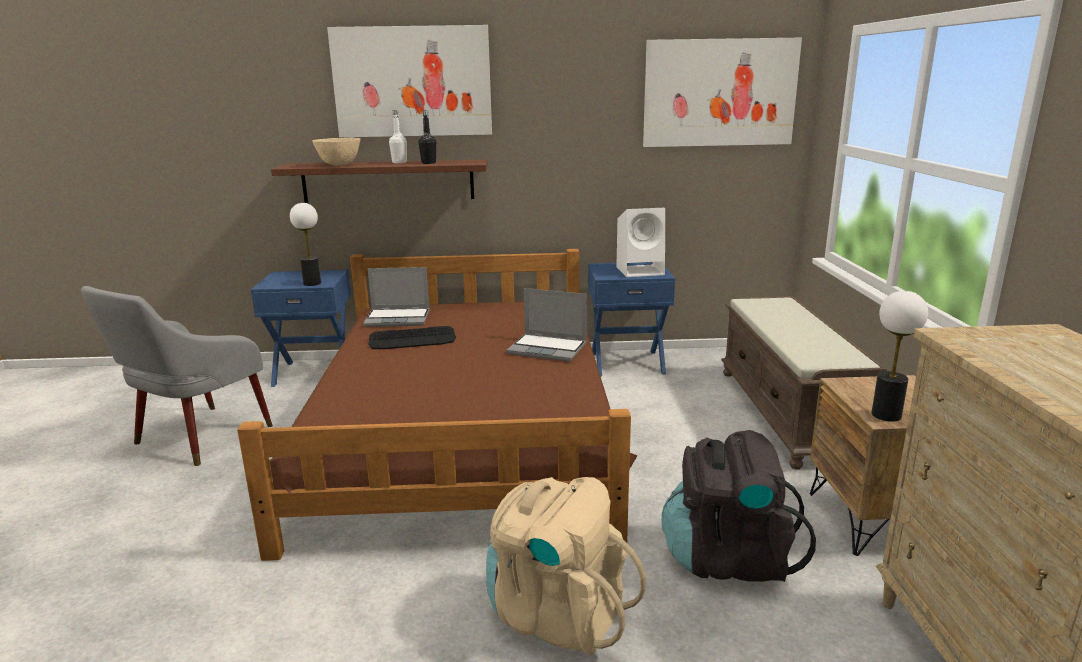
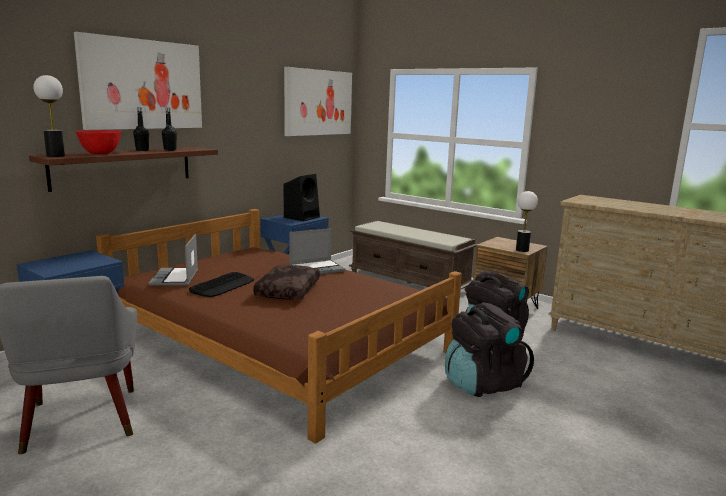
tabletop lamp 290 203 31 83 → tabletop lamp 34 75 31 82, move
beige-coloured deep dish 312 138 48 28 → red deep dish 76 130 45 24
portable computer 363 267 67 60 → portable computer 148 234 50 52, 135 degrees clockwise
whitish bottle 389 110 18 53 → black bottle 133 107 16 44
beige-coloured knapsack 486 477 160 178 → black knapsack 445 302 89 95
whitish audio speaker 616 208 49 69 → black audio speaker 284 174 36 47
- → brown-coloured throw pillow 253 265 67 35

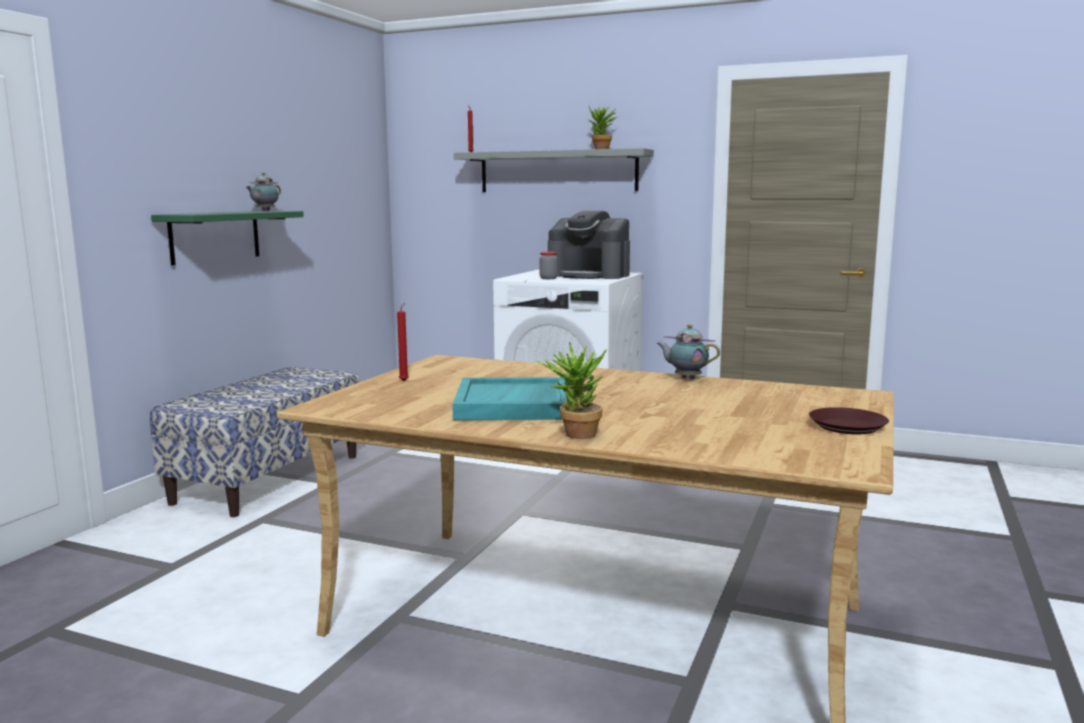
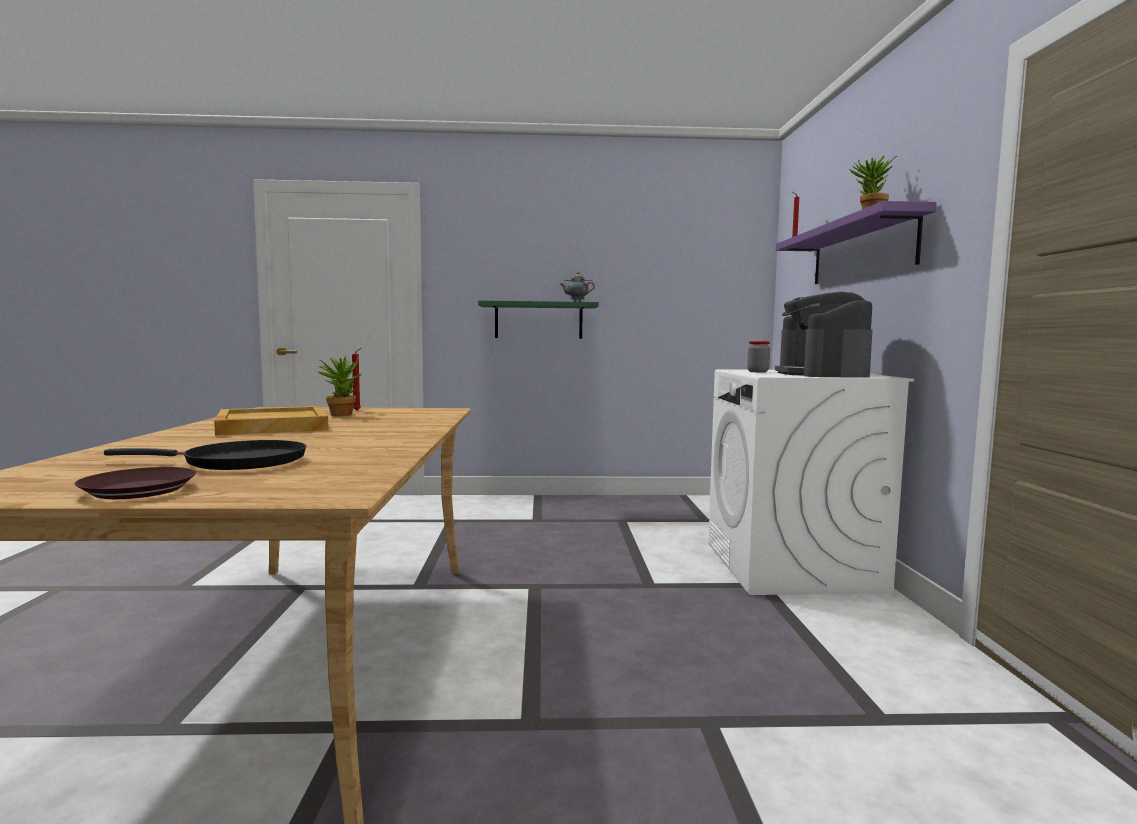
bench 150 367 210 150 → -
turquoise serving tray 452 377 115 43 → beige-coloured serving tray 214 406 115 30
gray bracket shelf 454 148 200 44 → purple bracket shelf 775 201 161 83
plant in a pot 537 342 70 97 → plant in a pot 317 356 44 60, move
teapot 657 324 63 55 → -
- → black frying pan 104 440 202 30

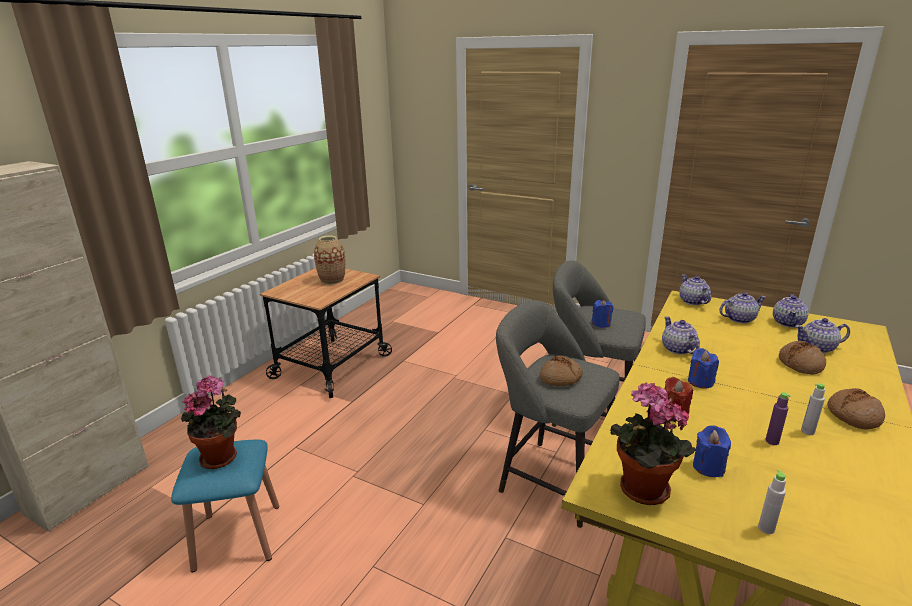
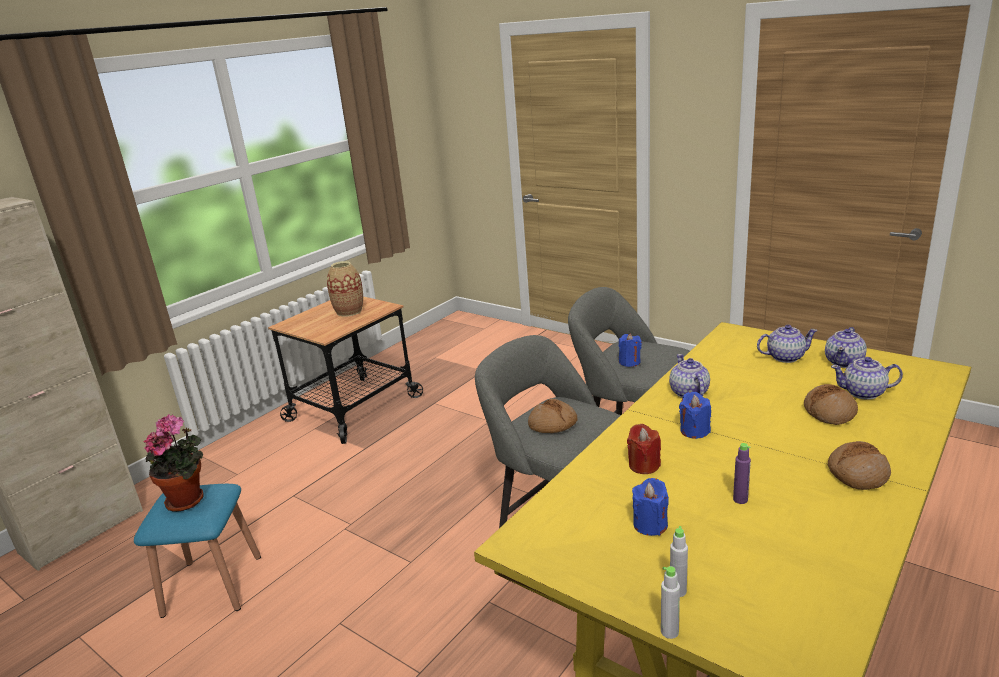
plant in a pot 610 382 86 123 → -
teapot 679 275 33 30 → -
gray bottle 801 383 24 52 → gray bottle 661 566 19 73, move

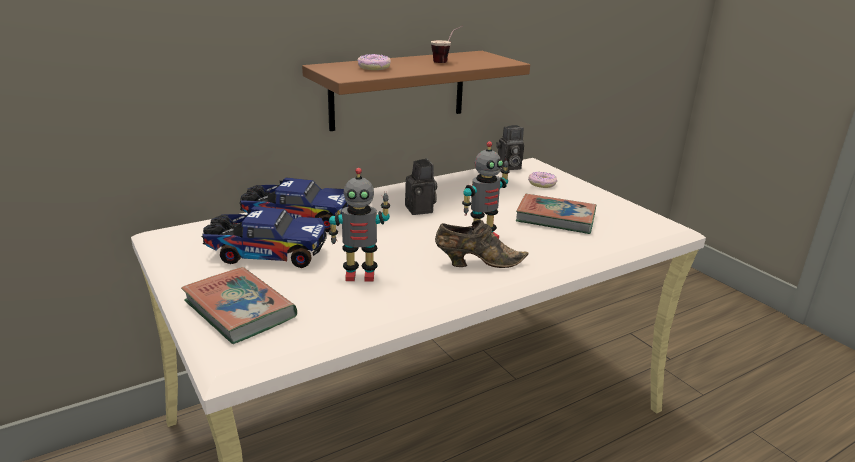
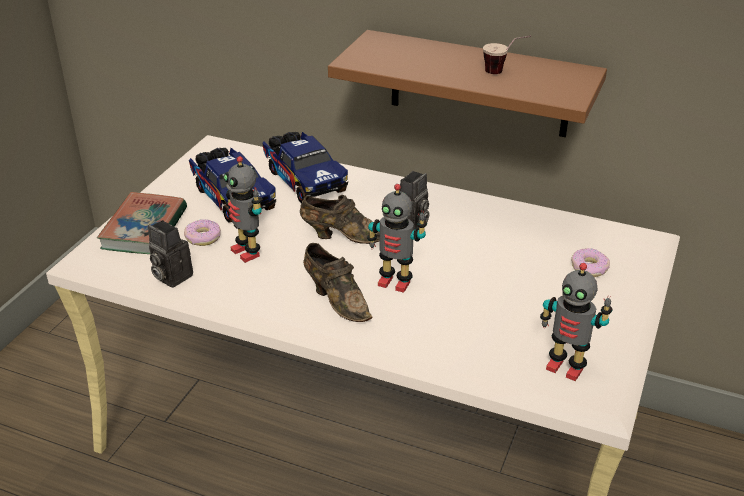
donut 357 54 34 16 → donut 184 219 37 27, move
still camera 496 125 28 45 → still camera 148 220 45 68, move
volume 516 194 80 40 → -
- → brown-coloured low shoe 300 195 80 49
- → toy robot 540 263 73 118

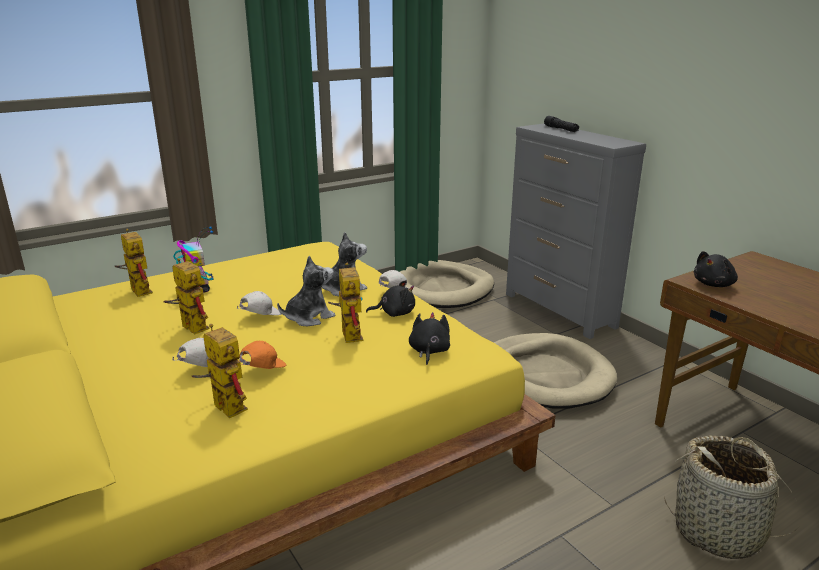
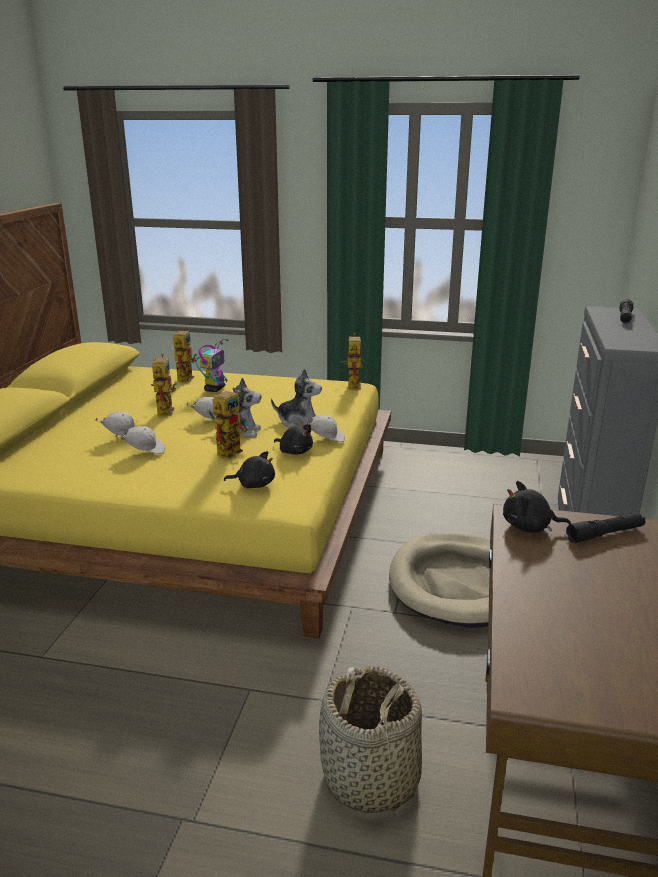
toy robot 192 324 56 94 → toy robot 341 333 23 56, move
orange cap 239 341 48 28 → whitish cap 115 426 50 28
beige-coloured dog bed 400 260 94 48 → -
black cuddly toy 409 312 41 53 → black cuddly toy 224 451 51 37, 45 degrees clockwise
- → black flashlight 566 513 79 30

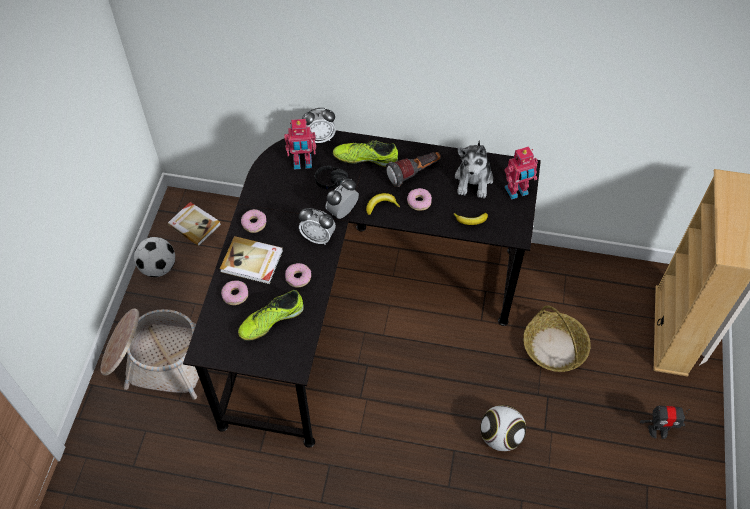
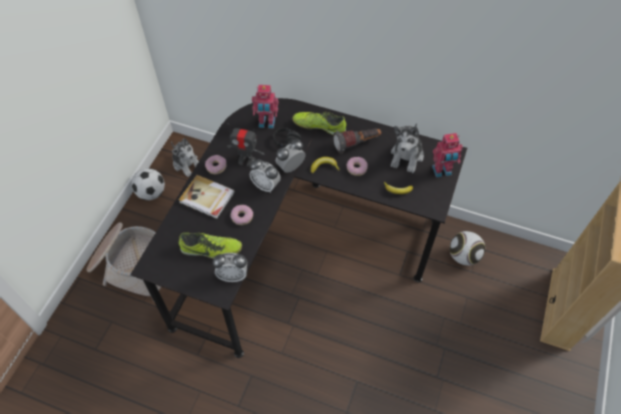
volume 168 202 53 44 → cuddly toy 171 138 28 39
donut 221 280 27 25 → -
low shoe 238 290 66 51 → low shoe 179 233 63 26, 150 degrees counterclockwise
bedside clock 302 108 34 35 → bedside clock 213 253 34 29, move
football 480 405 46 46 → football 450 231 35 35, move
basket 523 305 68 67 → -
toy robot 640 406 50 33 → toy robot 227 123 38 44, move

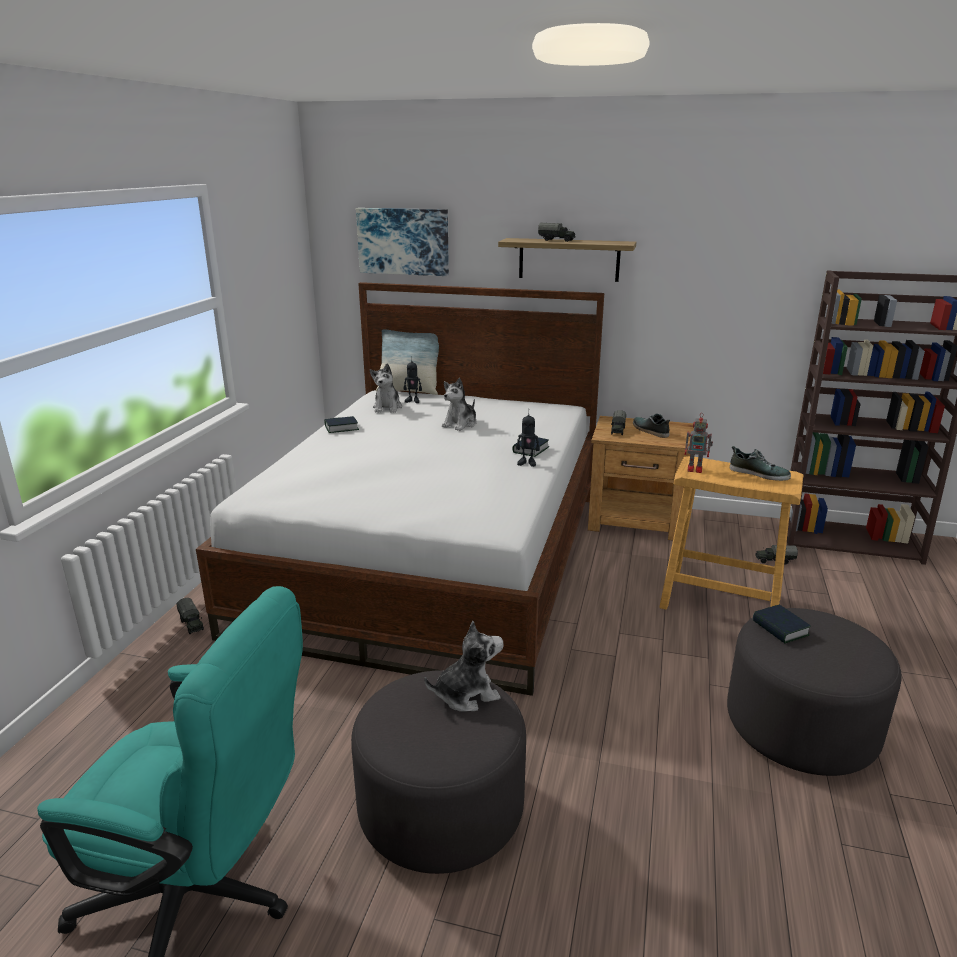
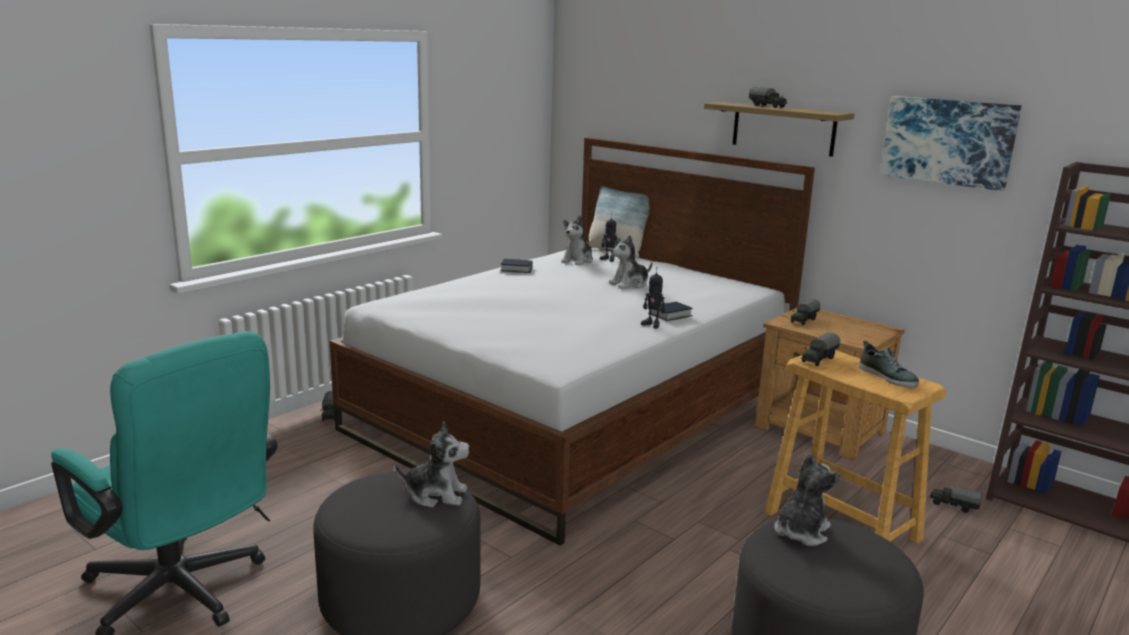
picture 356 208 93 68 → picture 880 96 142 95, move
low shoe 633 414 37 24 → -
toy robot 685 414 28 59 → toy lorry 801 332 39 34
volume 753 605 58 39 → cuddly toy 774 452 67 94

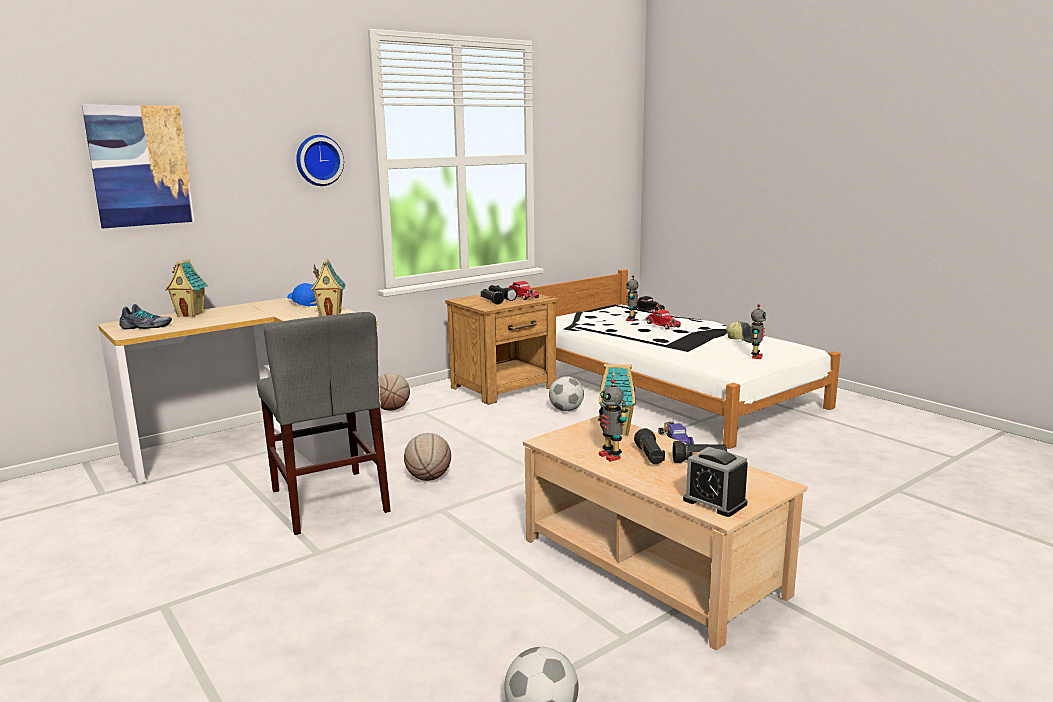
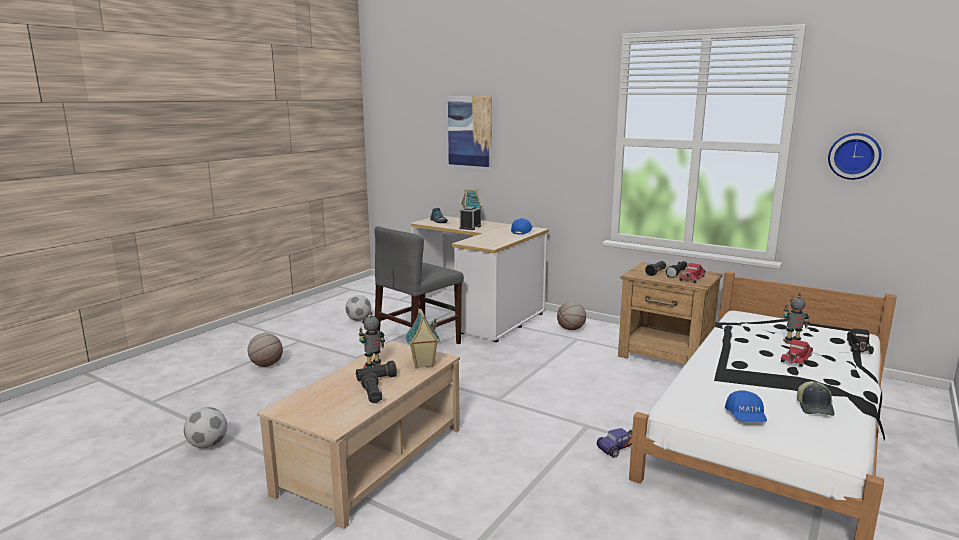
wall clock 296 135 48 51 → wall clock 828 133 54 47, move
miniature house 310 258 36 58 → -
basketball ball 404 433 47 48 → basketball ball 247 333 36 34, move
football 549 376 35 35 → football 345 295 26 26, move
bedside clock 683 447 65 70 → bedside clock 459 206 22 24, move
toy robot 750 304 16 55 → bluish cap 725 390 42 32

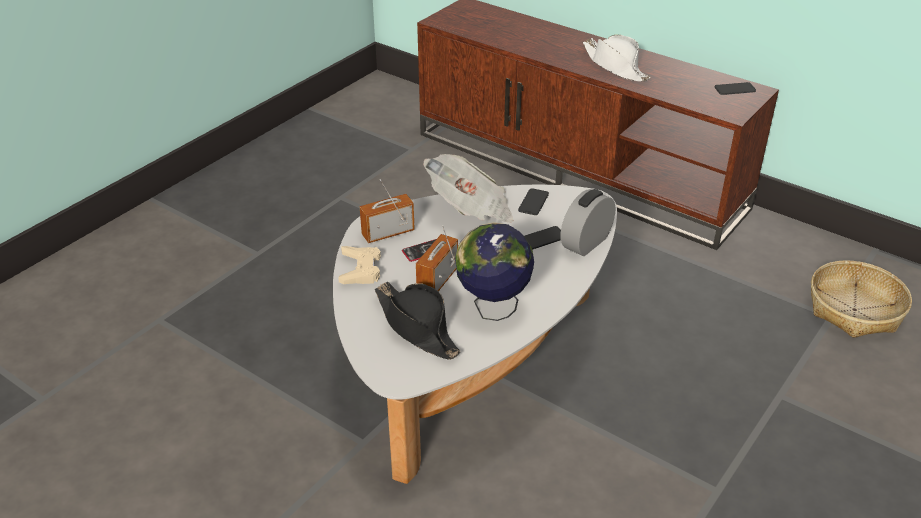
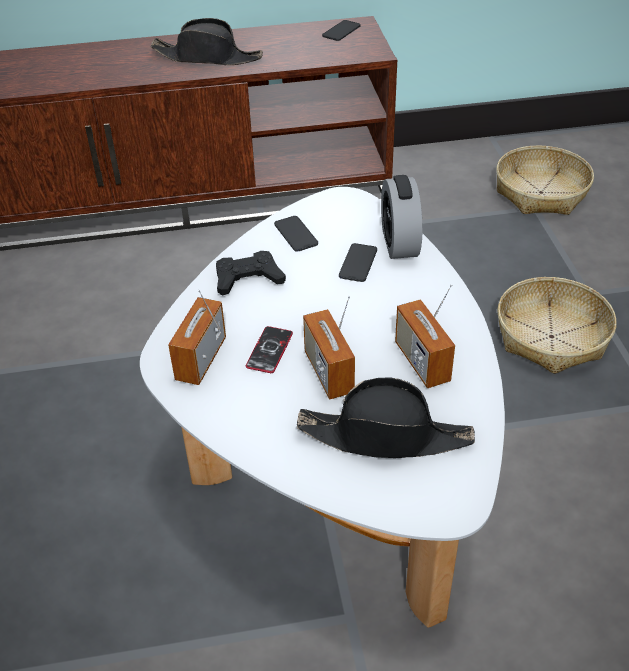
beige-coloured game controller 338 246 43 38 → -
daily paper 423 154 91 68 → black game controller 216 251 70 45
desk globe 455 222 79 99 → radio 395 284 60 104
whitish clothing hat 583 35 67 47 → black clothing hat 150 18 113 47
- → basket 497 277 119 97

